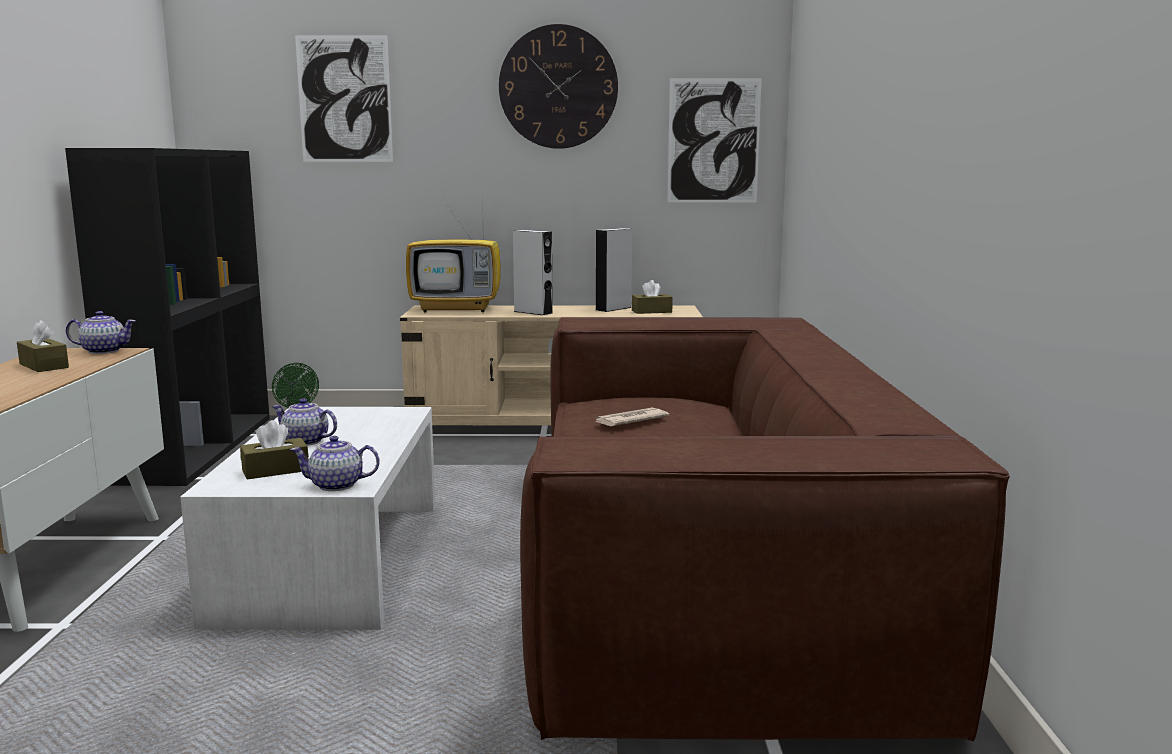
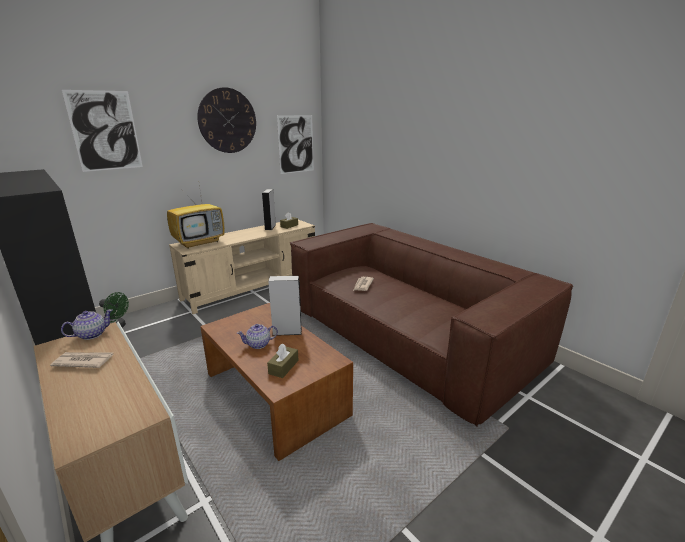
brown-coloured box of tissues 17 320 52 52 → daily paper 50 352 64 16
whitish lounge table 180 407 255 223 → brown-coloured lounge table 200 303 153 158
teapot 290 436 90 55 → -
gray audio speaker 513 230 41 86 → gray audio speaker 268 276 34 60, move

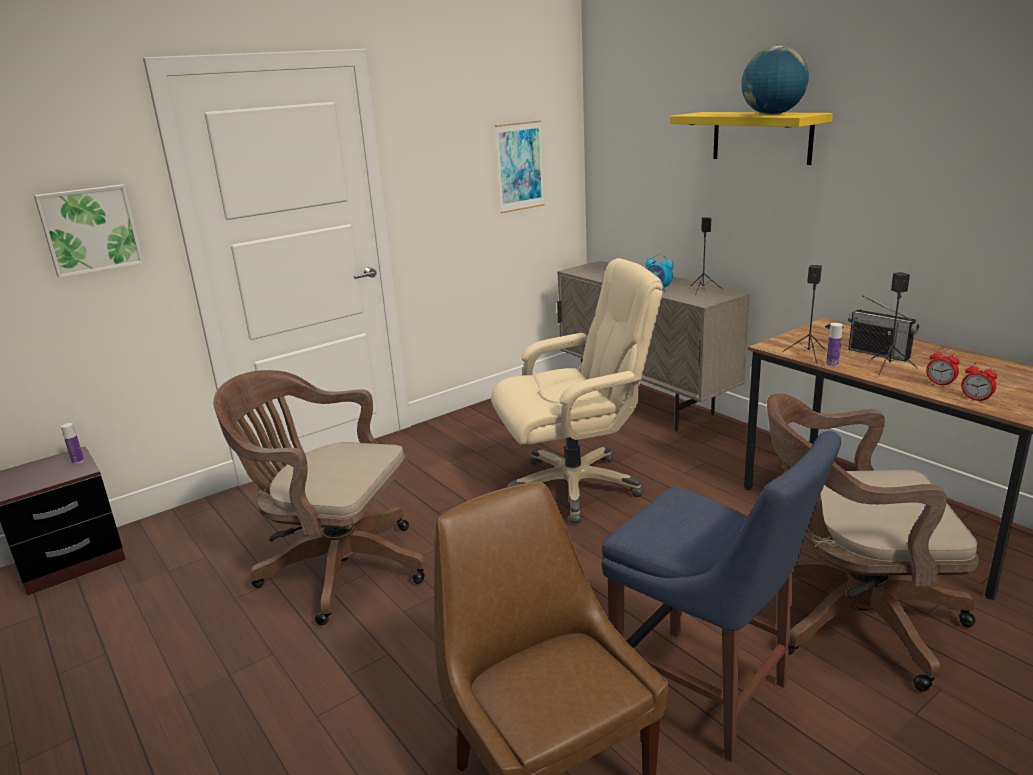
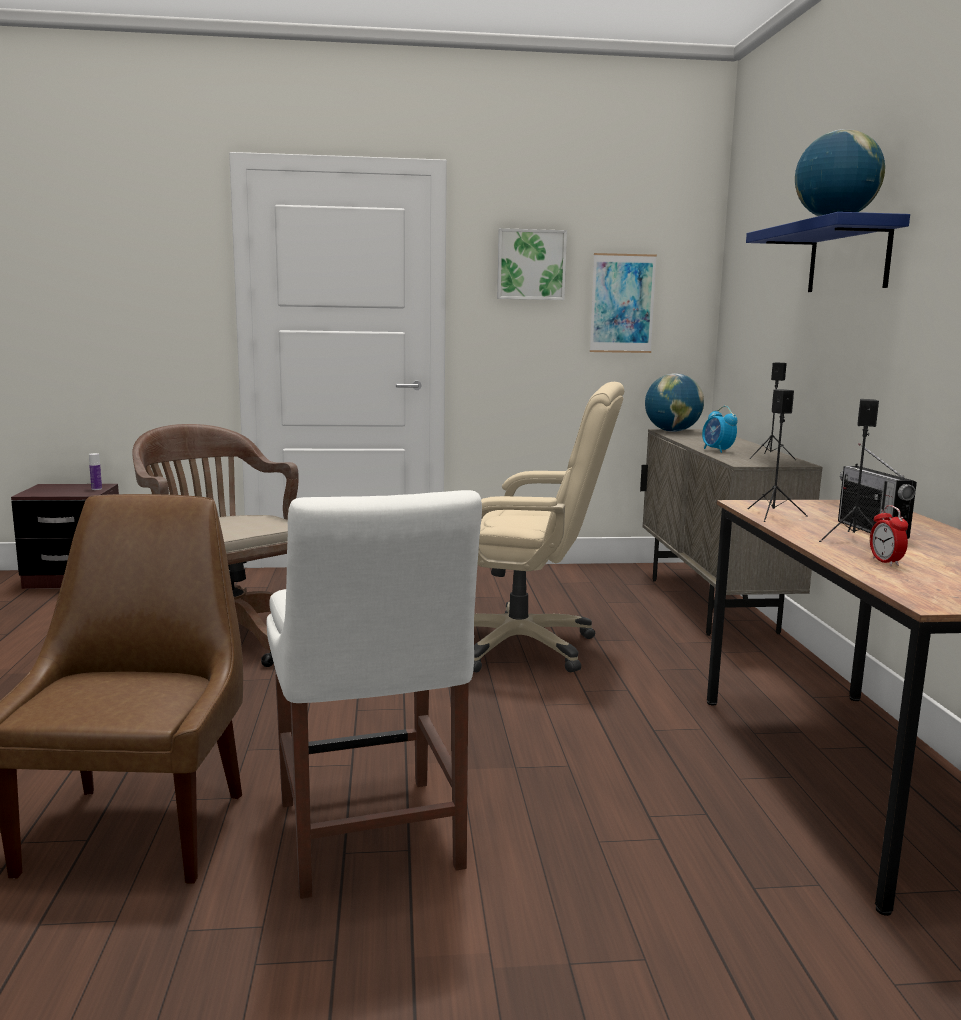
picture 34 184 110 94 → picture 497 228 70 72, move
bluish upright chair 601 431 240 331 → whitish upright chair 267 490 215 409
yellowish bracket shelf 670 112 163 53 → bluish bracket shelf 746 212 164 80
brown-coloured office chair 767 394 212 298 → -
bottle 826 323 17 44 → -
bedside clock 961 361 36 42 → -
- → desk globe 645 373 59 59

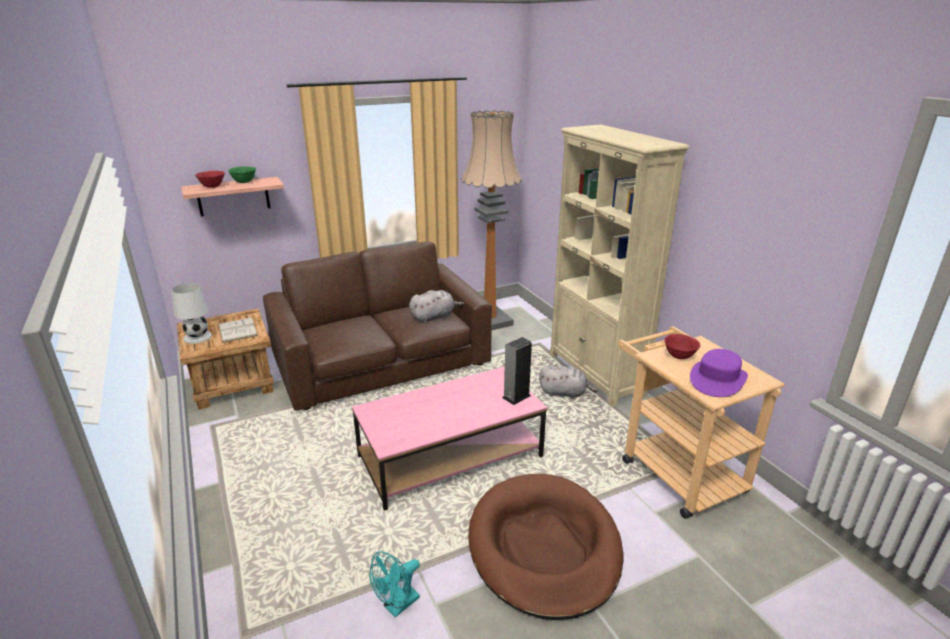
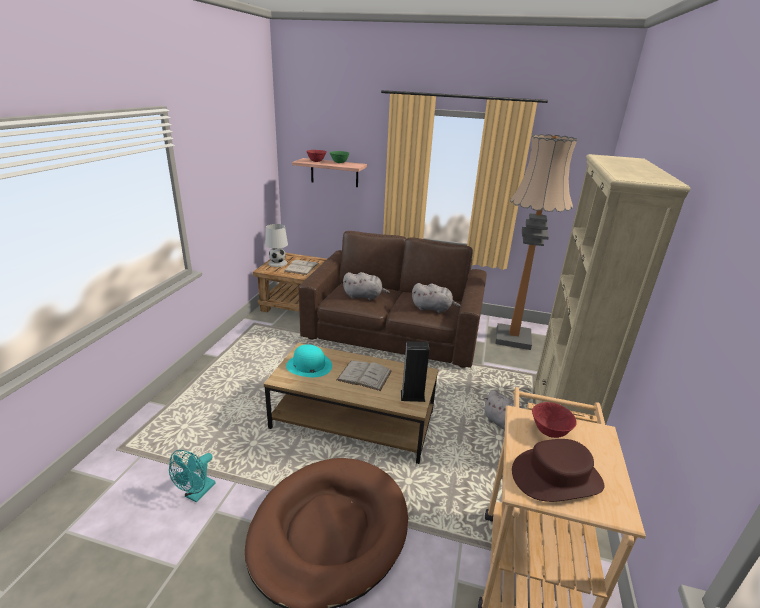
pink lounge table 352 367 195 144 → brown-coloured lounge table 264 343 174 121
turquoise electric fan 369 551 51 66 → turquoise electric fan 169 450 47 52, 60 degrees counterclockwise
purple clothing hat 690 349 58 48 → brown-coloured clothing hat 512 439 93 63
- → turquoise clothing hat 286 344 46 33
- → whitish volume 337 360 55 31
- → gray cuddly toy 343 272 47 28

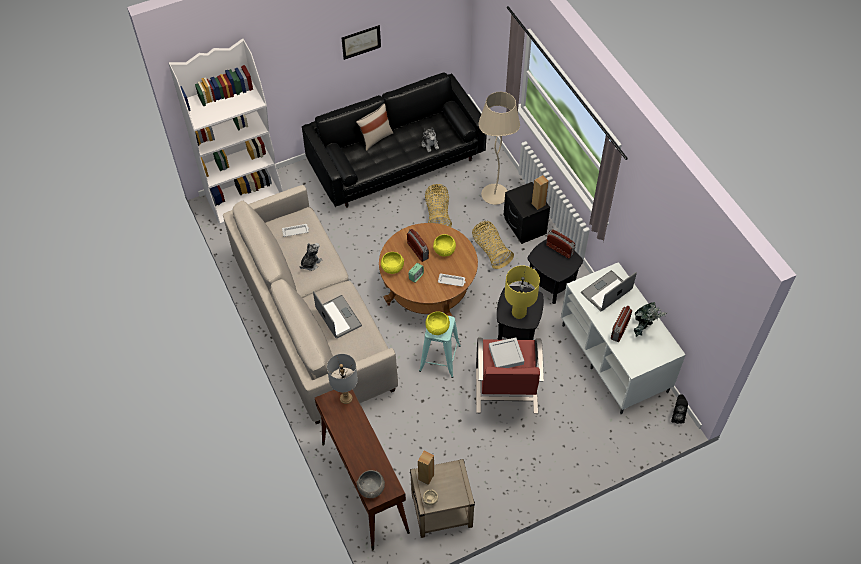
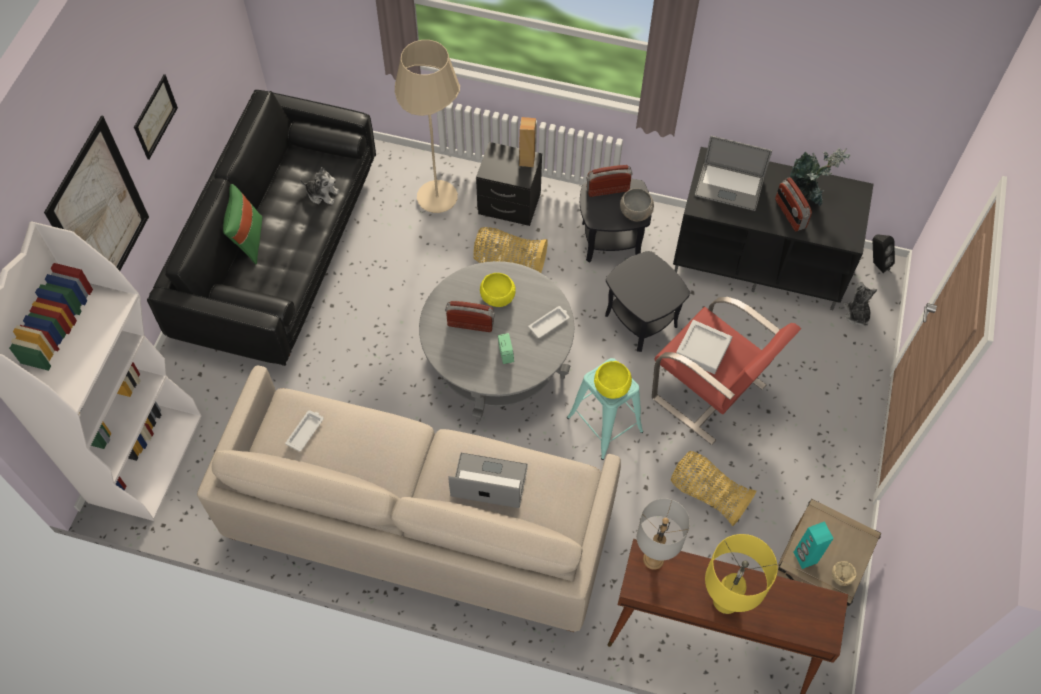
cuddly toy 300 243 22 28 → cuddly toy 843 282 35 44, move
beige-coloured throw pillow 356 104 37 47 → greenish throw pillow 223 184 40 80
gray deep dish 357 470 28 28 → gray deep dish 620 188 34 33, move
brown-coloured lounge table 379 223 99 93 → gray lounge table 419 261 155 161
yellowish deep dish 381 252 23 22 → -
brown-coloured audio speaker 418 451 16 34 → turquoise audio speaker 793 521 41 48
basket 425 184 27 43 → basket 671 451 85 75, move
yellowish tabletop lamp 505 266 35 53 → yellowish tabletop lamp 705 534 73 80, move
whitish tv unit 561 262 125 152 → black tv unit 673 147 201 163
portable computer 581 270 56 41 → portable computer 695 136 77 75, 75 degrees counterclockwise
- → picture 44 115 105 156

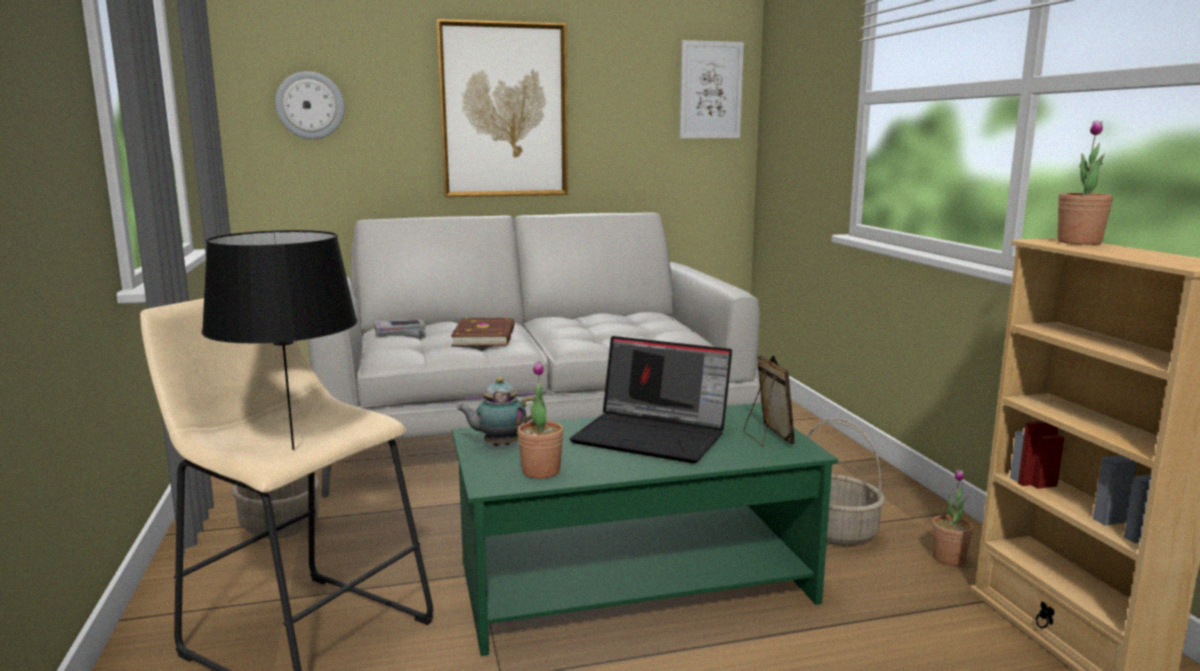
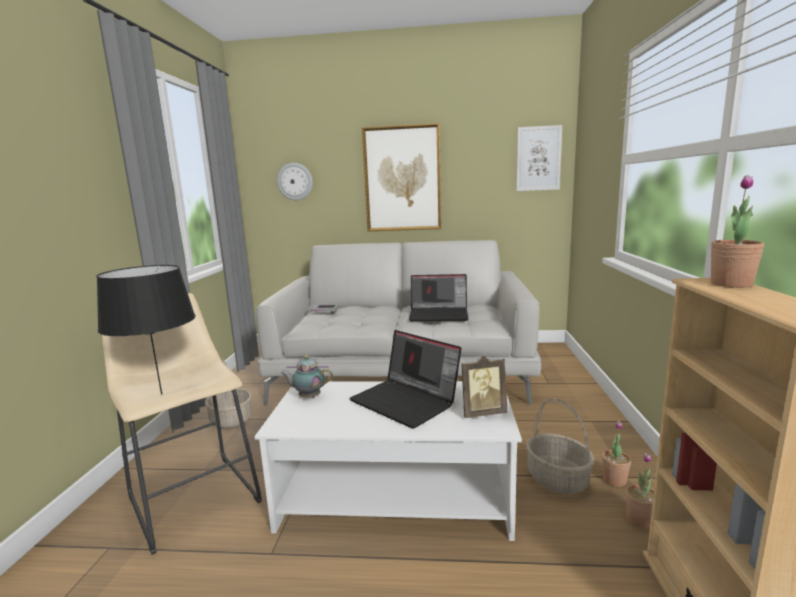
brown-coloured volume 451 318 64 28 → -
greenish lounge table 452 403 386 253 → whitish lounge table 255 381 267 160
plant in a pot 517 361 47 118 → plant in a pot 602 421 29 66, move
picture frame 744 355 51 92 → picture frame 461 355 46 63, 75 degrees clockwise
- → portable computer 409 274 60 47

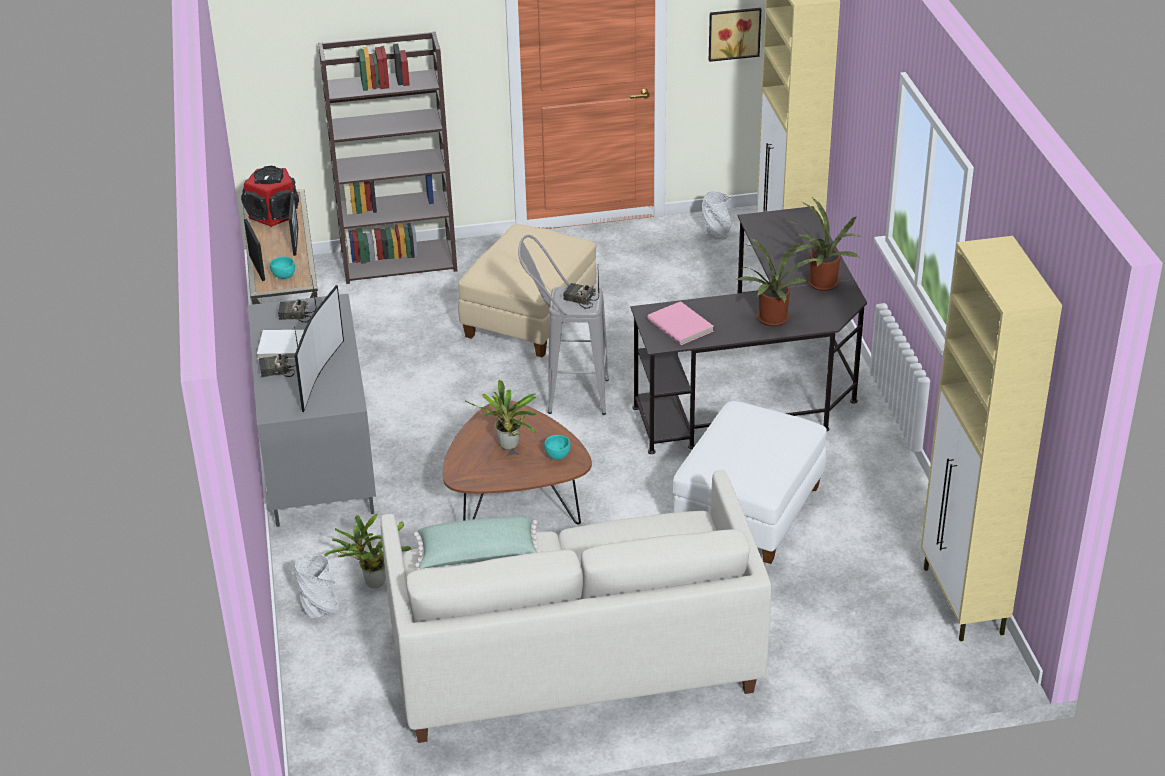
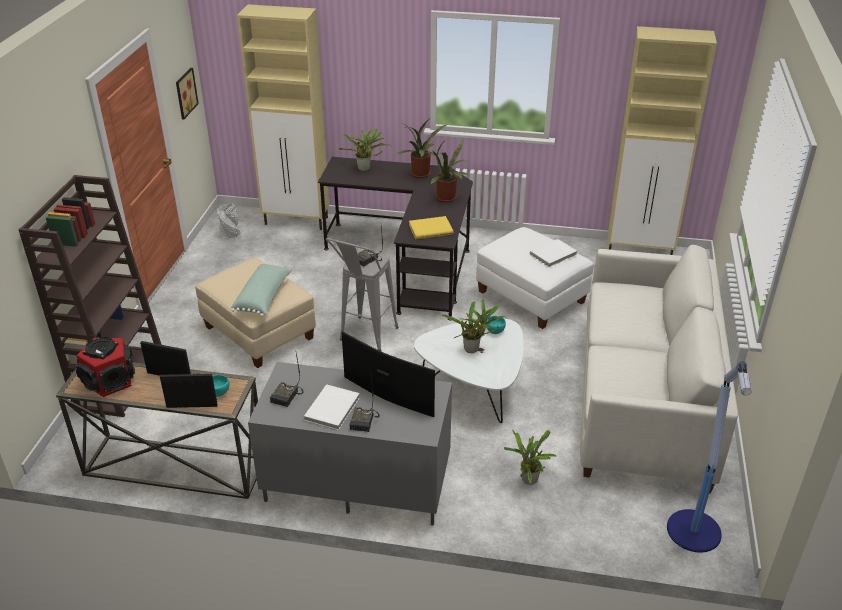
gray vase 295 554 44 64 → -
greenish throw pillow 413 517 129 51 → greenish throw pillow 231 264 61 53, move
brown-coloured lounge table 443 401 149 123 → whitish lounge table 414 319 110 104
pink volume 647 301 67 44 → yellowish volume 409 216 44 23
- → plant in a pot 339 129 52 42
- → whitish volume 530 239 47 28
- → floor lamp 667 361 85 192

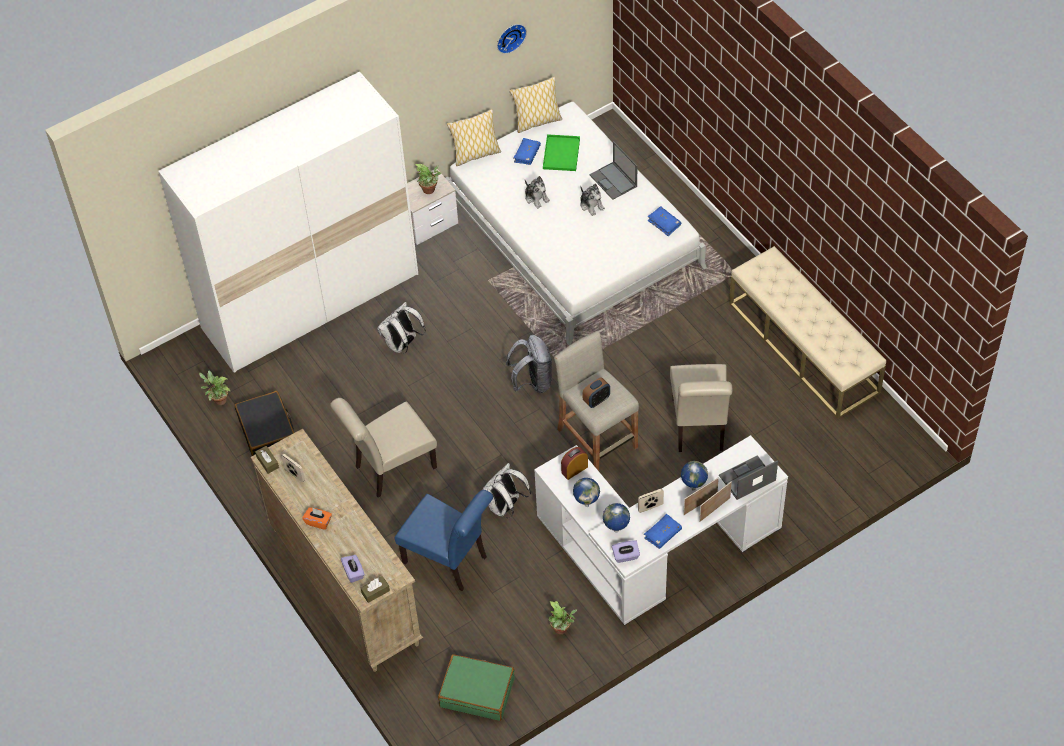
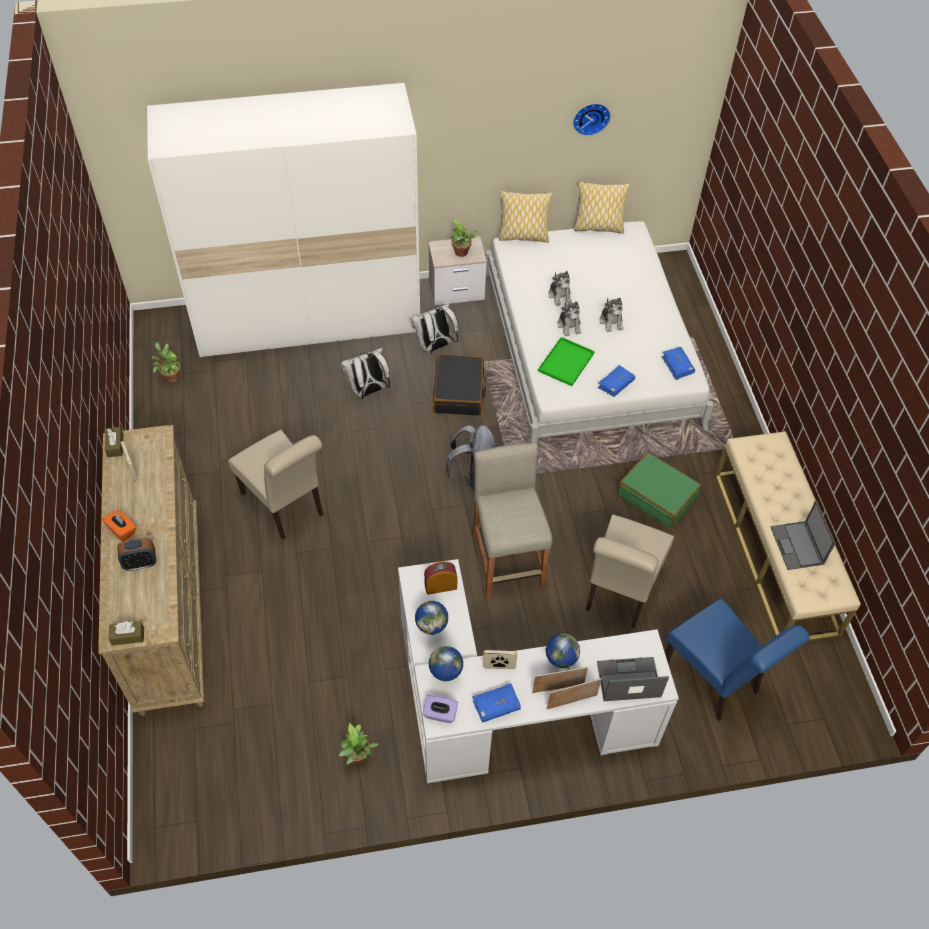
black travel case 235 391 59 65 → black travel case 433 354 53 62, move
beige-coloured upright chair 330 398 107 100 → beige-coloured upright chair 228 430 96 110, 120 degrees counterclockwise
purple box of tissues 341 555 24 28 → -
bluish upright chair 395 490 98 101 → bluish upright chair 665 598 145 123, move
greenish travel case 438 654 77 67 → greenish travel case 617 452 85 76, move
whitish knapsack 482 463 49 55 → whitish knapsack 411 303 47 51, move
bluish volume 514 138 27 27 → bluish volume 598 365 37 32, move
greenish serving tray 543 134 37 37 → greenish serving tray 538 337 57 49, move
bedside clock 583 377 27 31 → bedside clock 117 538 39 33, move
portable computer 589 141 48 59 → portable computer 771 500 65 70, move
- → cuddly toy 557 301 24 35

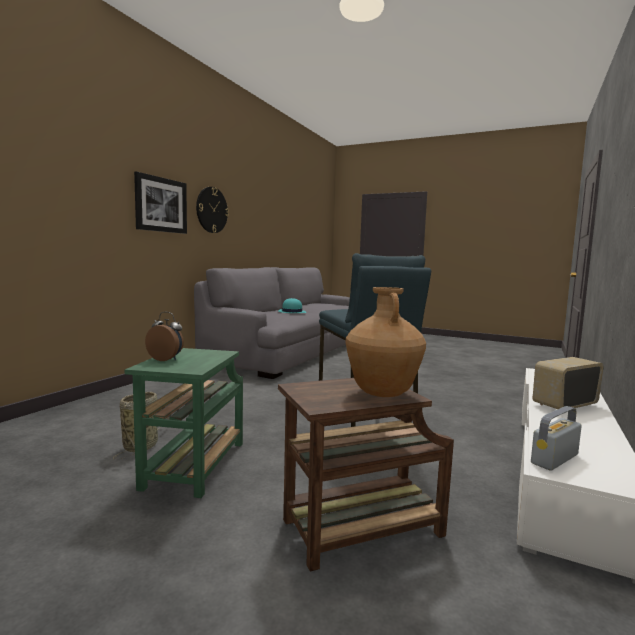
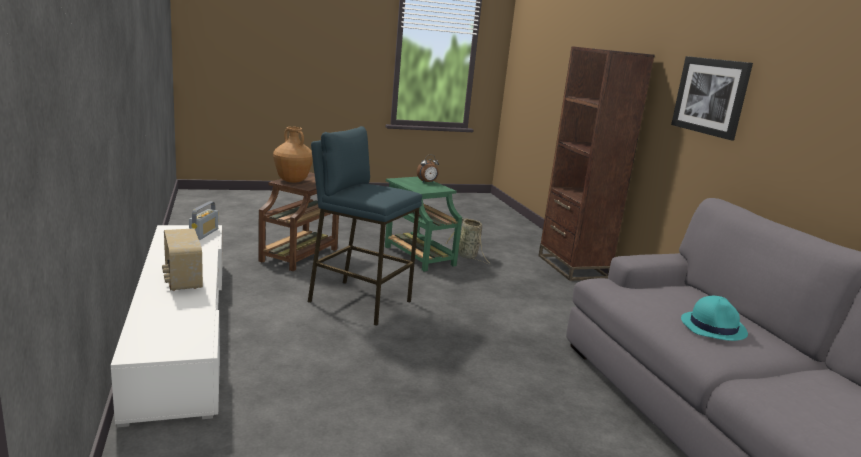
wall clock 196 187 33 46 → -
radio 533 357 71 52 → radio 162 228 41 63, 135 degrees clockwise
- → brown-coloured shelving unit 538 46 117 235

